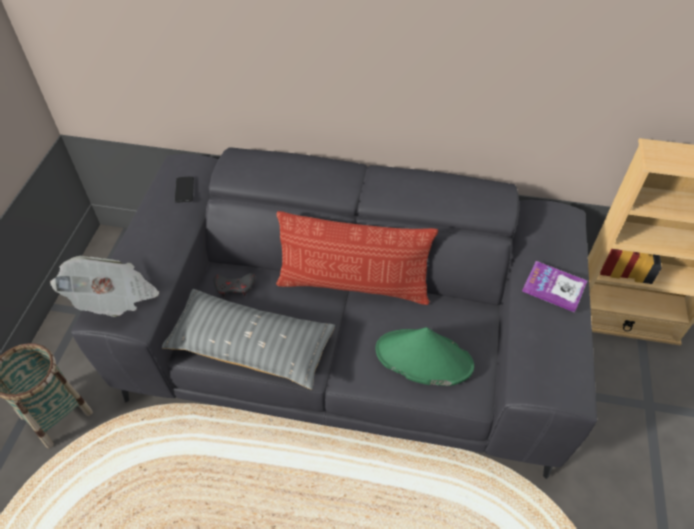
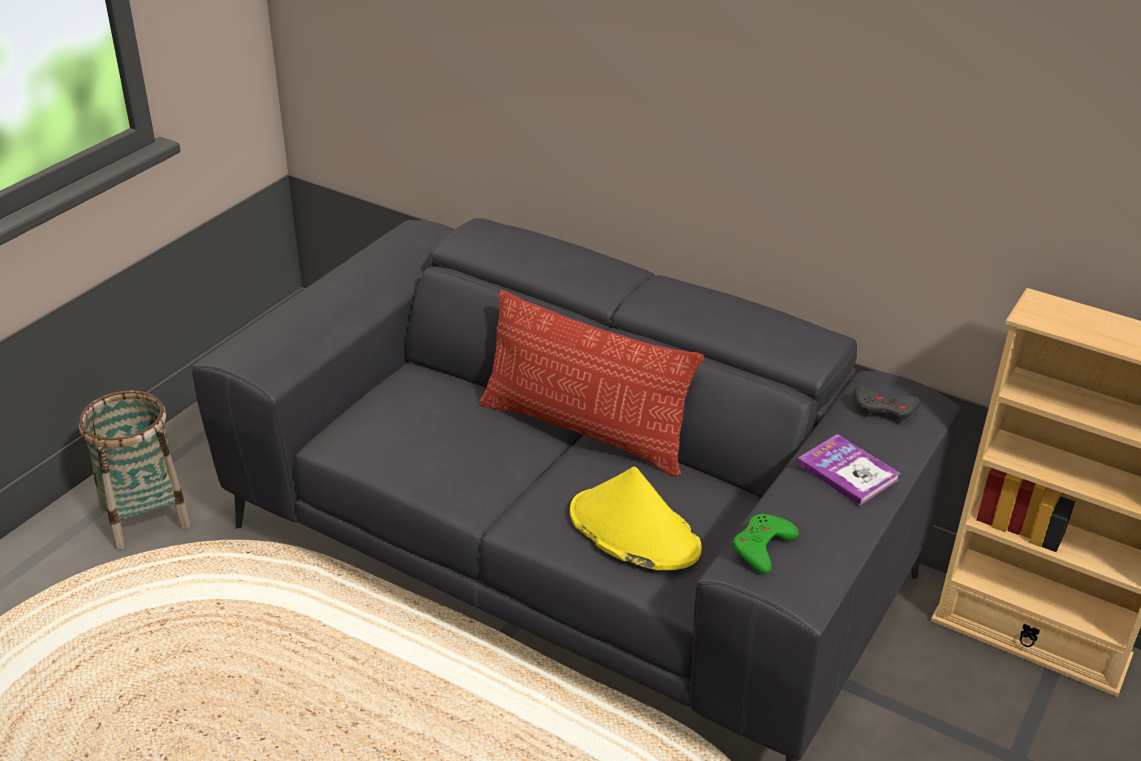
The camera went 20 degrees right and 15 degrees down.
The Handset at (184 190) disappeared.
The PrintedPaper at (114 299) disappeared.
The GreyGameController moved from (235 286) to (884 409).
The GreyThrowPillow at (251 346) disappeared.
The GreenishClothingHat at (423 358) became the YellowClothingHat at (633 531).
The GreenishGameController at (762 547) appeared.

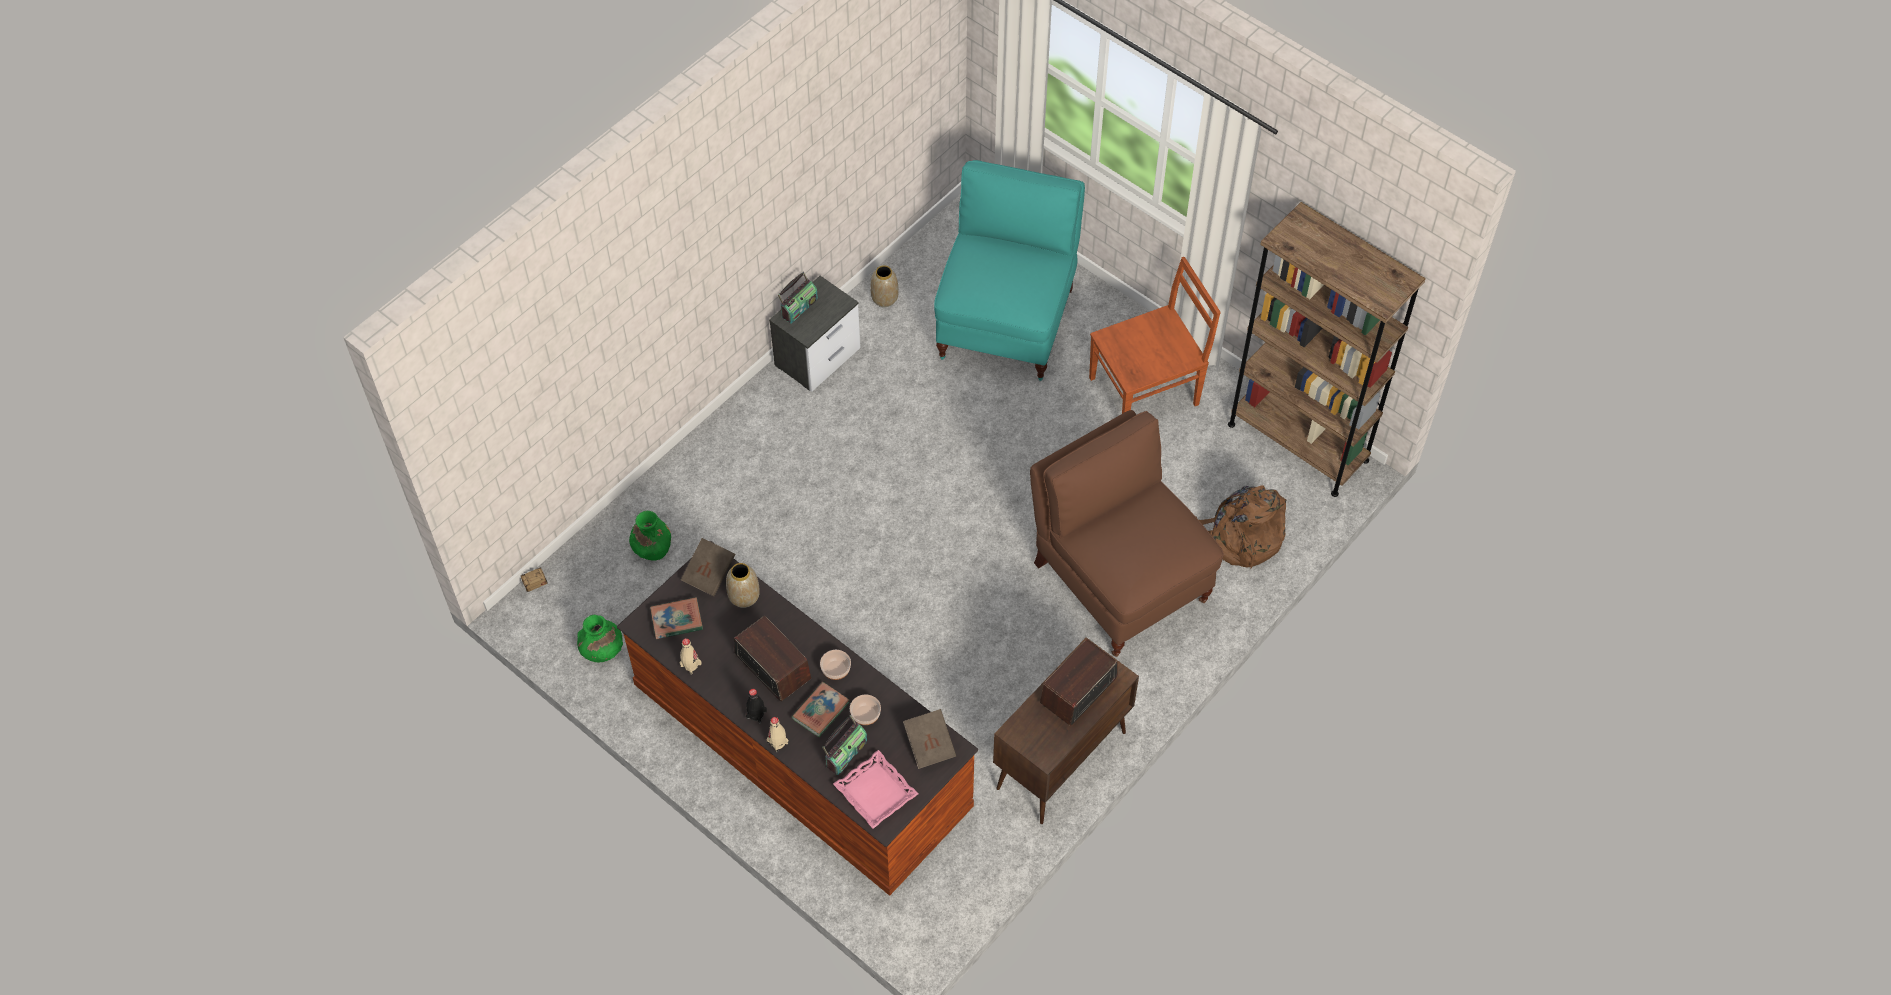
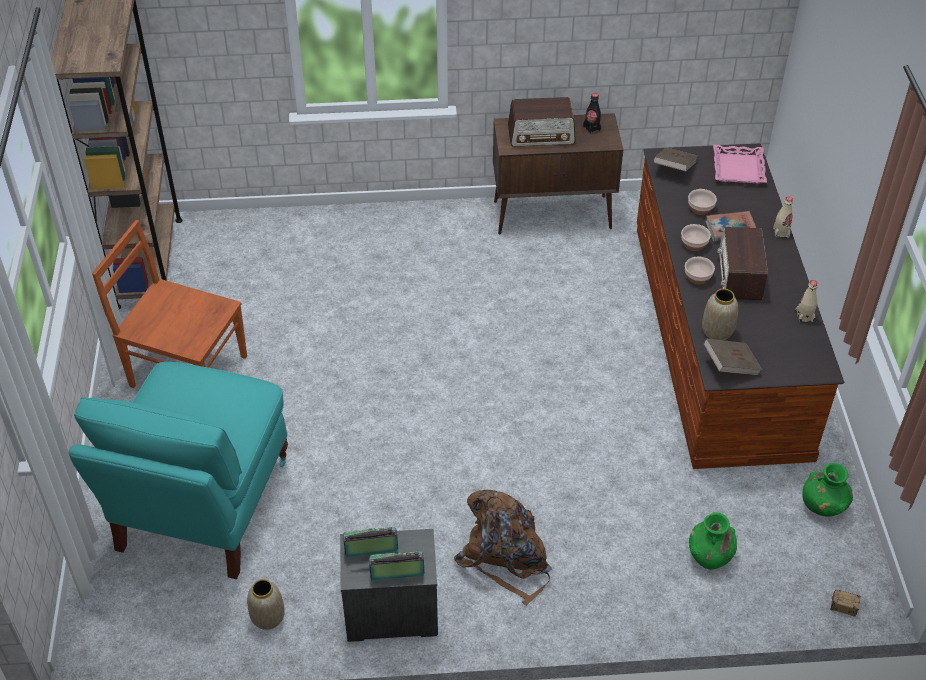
The camera went 135 degrees left and 10 degrees down.
The TurquoiseColouredPlainChair at (1007 321) turned 45 degrees counterclockwise.
The BrownColouredPlainChair at (1119 580) disappeared.
The BrownColouredRucksack moved from (1239 538) to (506 558).
The BoundBook at (676 620) disappeared.
The BlackColouredBottle moved from (756 714) to (592 128).
The RadioReceiver moved from (845 753) to (371 549).
The DeepDish at (698 276) appeared.

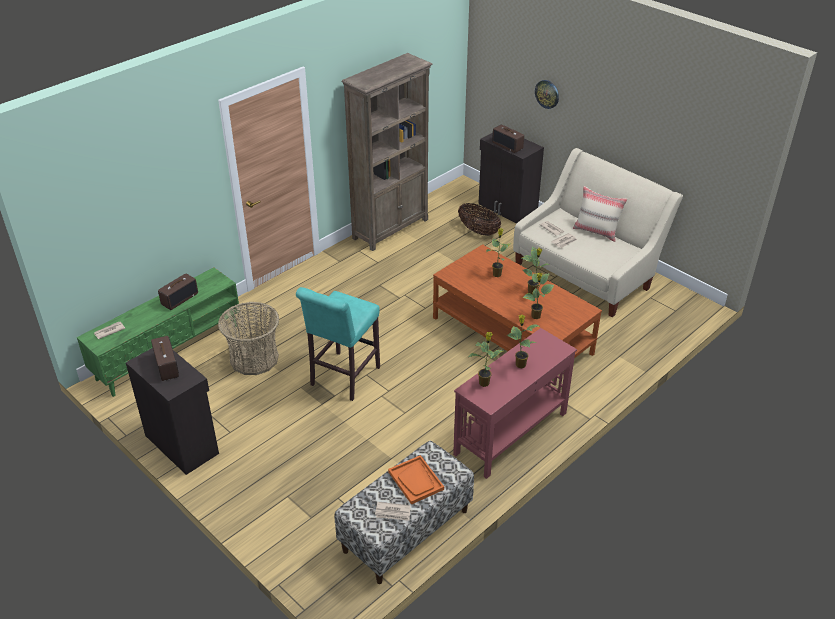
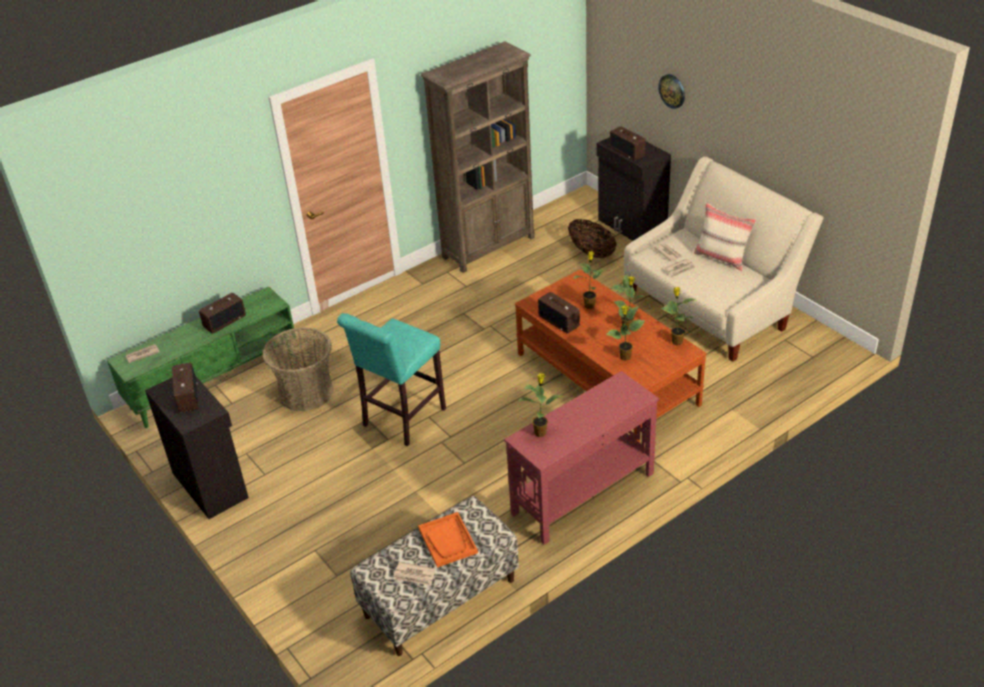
The camera went 10 degrees right and 0 degrees up.
The PottedPlant moved from (520 364) to (676 341).
The RadioReceiver at (559 321) appeared.

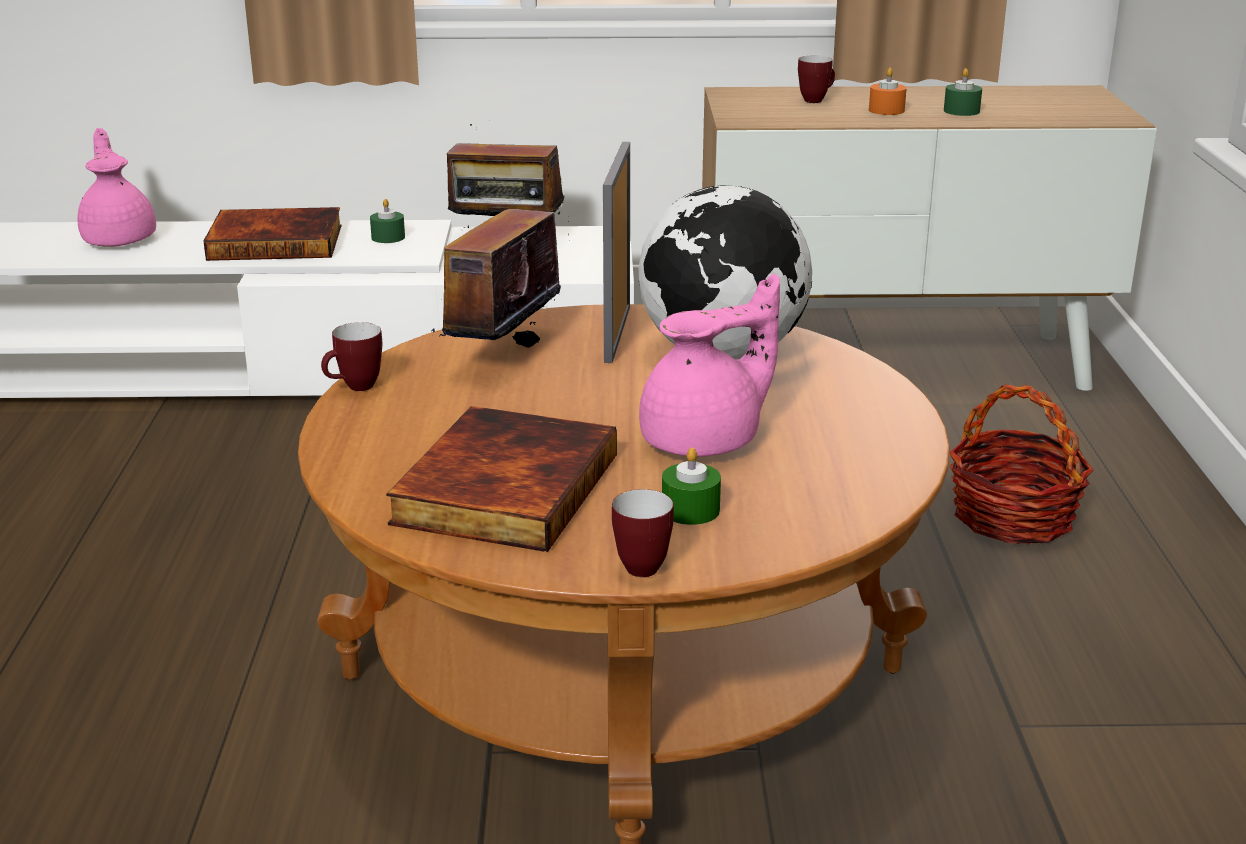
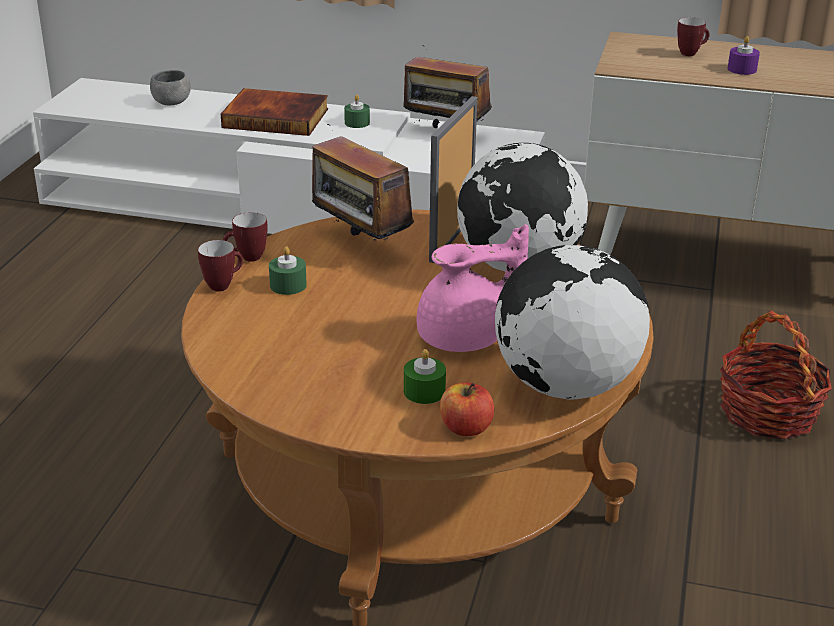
The camera went 15 degrees right and 5 degrees up.
The OrangeWaxLight at (886 110) became the PurplishWaxLight at (742 69).
The GreenishWaxLight moved from (961 111) to (288 285).
The PinkishTeapot at (120 239) was replaced by the GreyDeepDish at (171 102).
The RadioReceiver at (502 355) turned 75 degrees counterclockwise.
The BoundBook at (503 487) disappeared.
The CoffeeMug moved from (646 565) to (223 285).
The DeskGlobe at (565 386) appeared.
The Apple at (466 428) appeared.

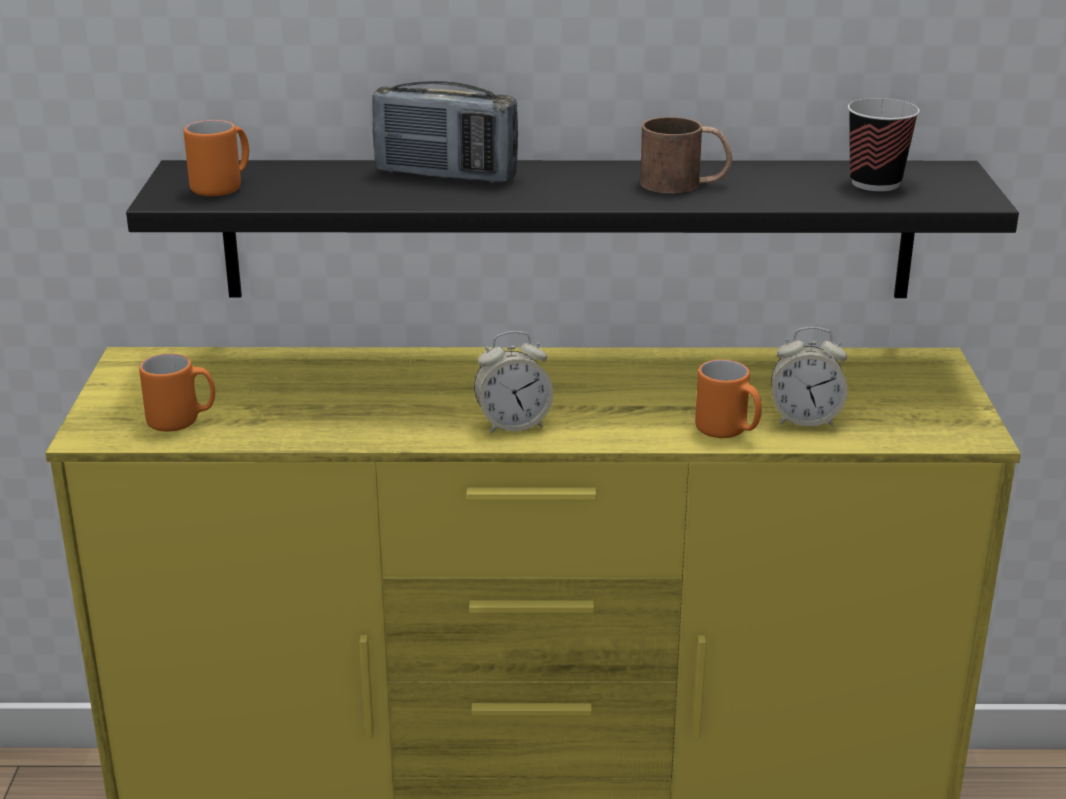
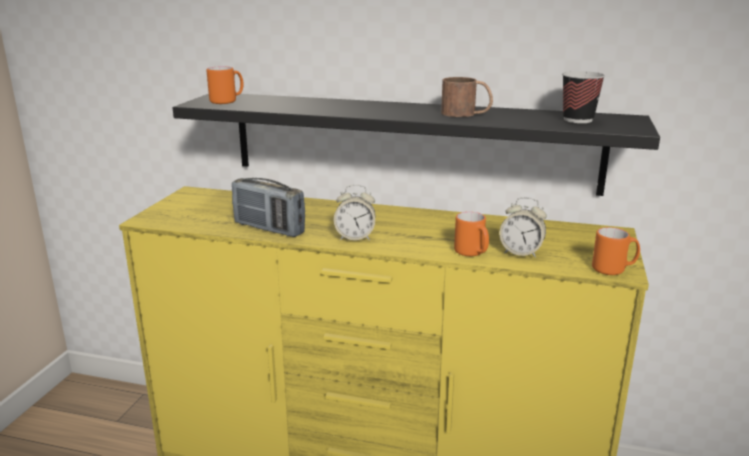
The camera went 15 degrees right and 5 degrees down.
The RadioReceiver moved from (445 175) to (269 228).
The OrangeCoffeeMug moved from (182 421) to (614 270).

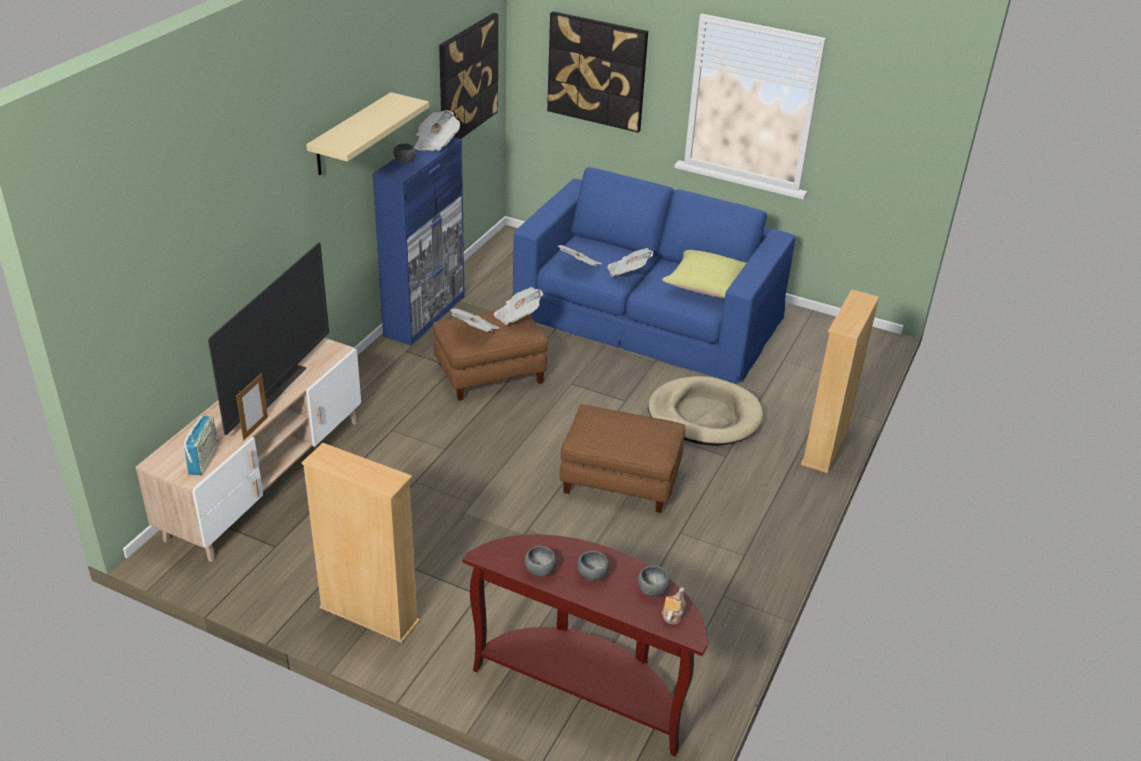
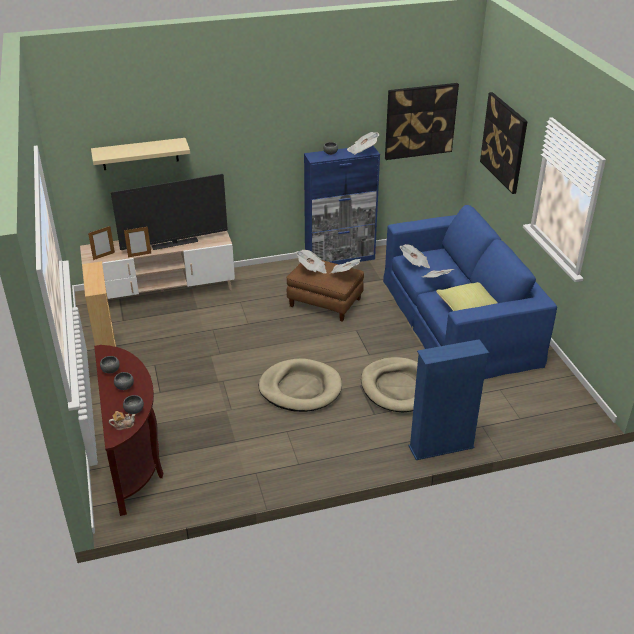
The camera went 50 degrees right and 0 degrees up.
The BeigeWallShelf moved from (351 134) to (140 154).
The BeigeBookcase at (825 446) became the BluishBookcase at (441 447).
The BrownColouredFootrest at (619 480) was replaced by the BeigeDogCushion at (300 388).
The RadioReceiver at (203 459) was replaced by the PictureFrame at (104 256).

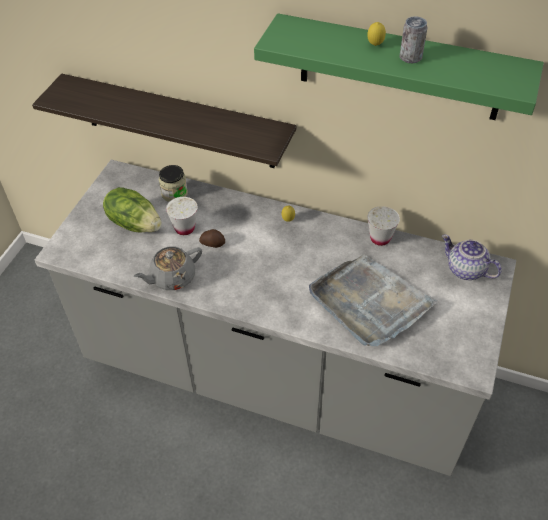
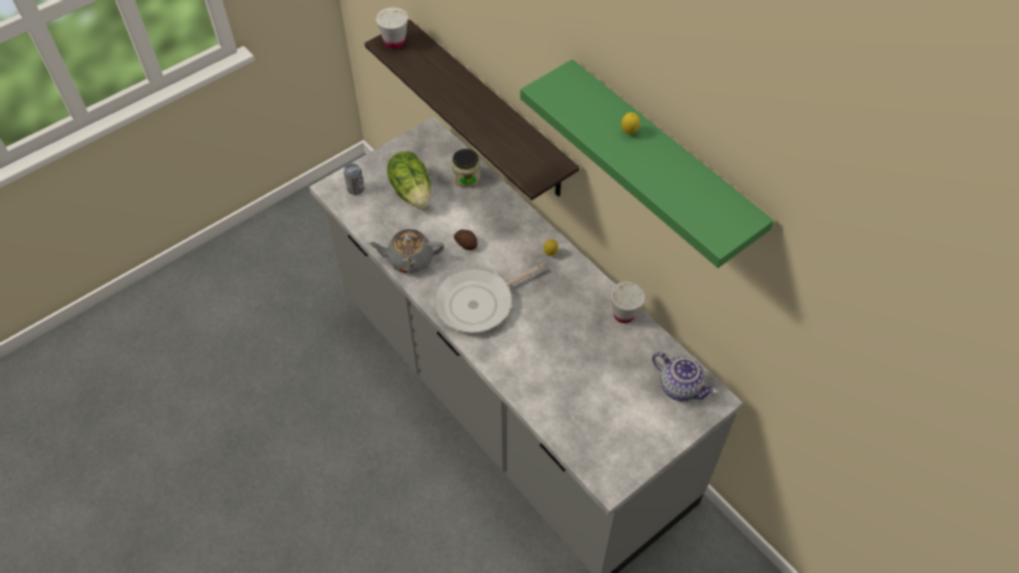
The camera went 30 degrees right and 5 degrees up.
The MetalCan moved from (410 57) to (355 189).
The WhiteColouredDrinkingCup moved from (185 228) to (394 42).
The Teapot at (465 270) turned 150 degrees clockwise.
The GreyServingTray at (369 302) disappeared.
The FryingPan at (478 303) appeared.

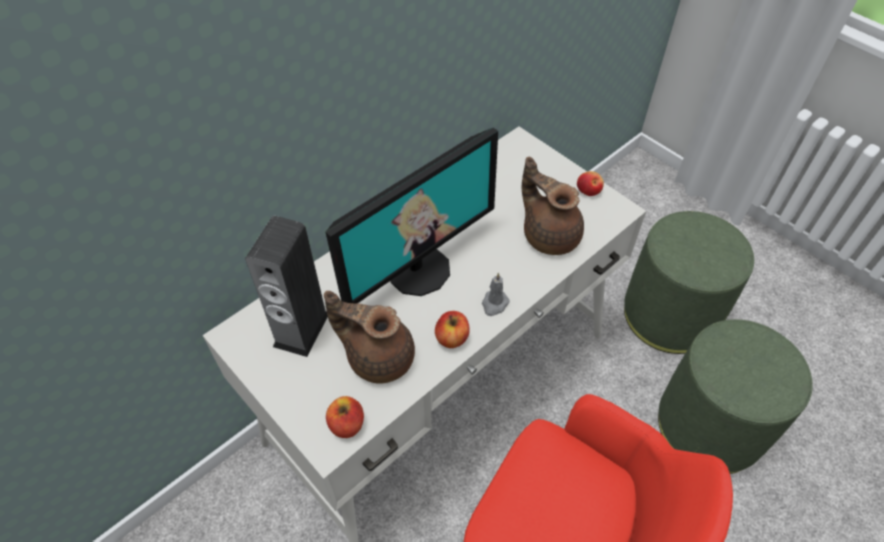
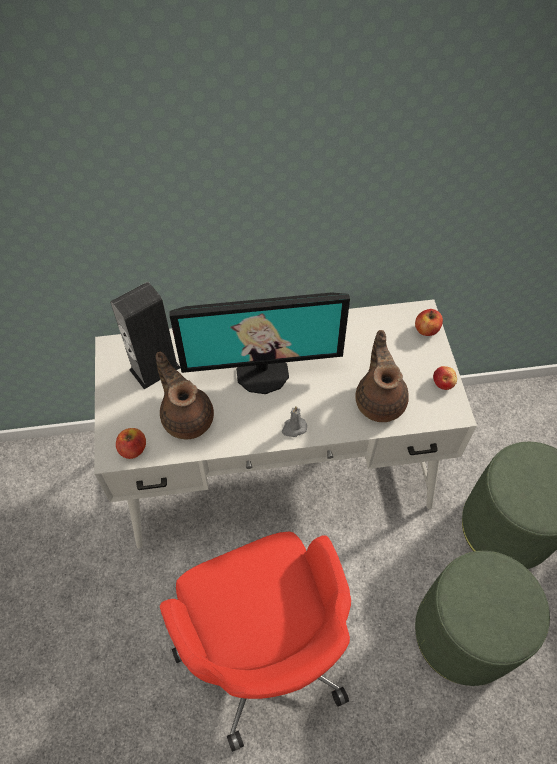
The camera went 35 degrees right and 5 degrees up.
The Apple moved from (452 338) to (426 329).

